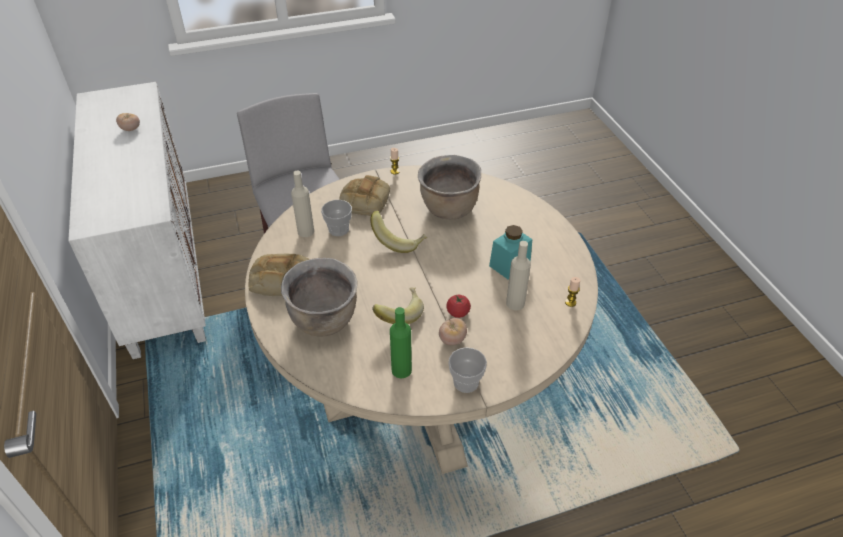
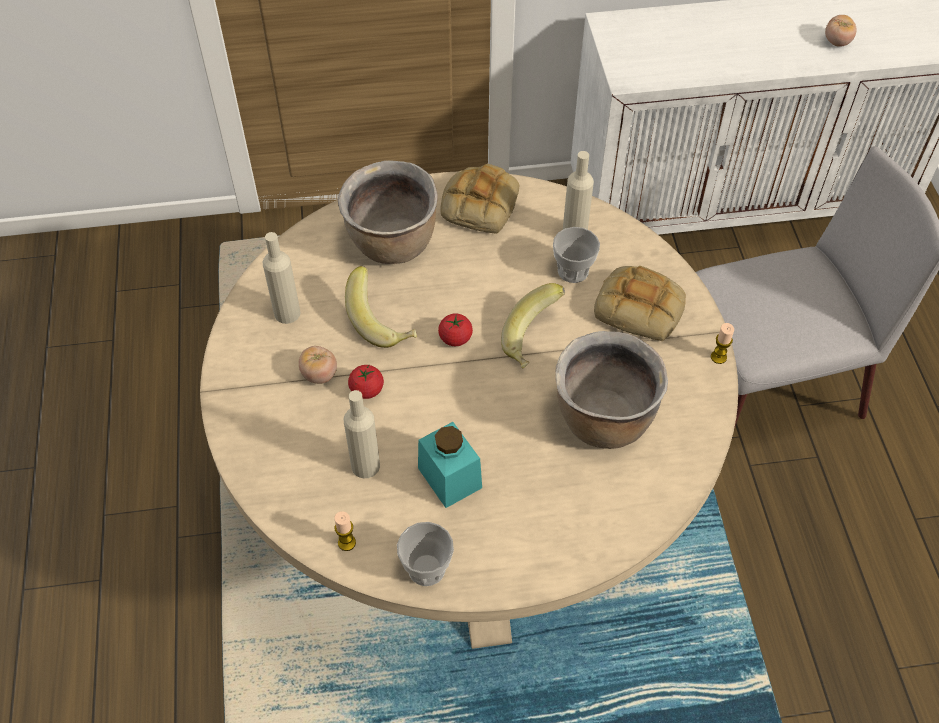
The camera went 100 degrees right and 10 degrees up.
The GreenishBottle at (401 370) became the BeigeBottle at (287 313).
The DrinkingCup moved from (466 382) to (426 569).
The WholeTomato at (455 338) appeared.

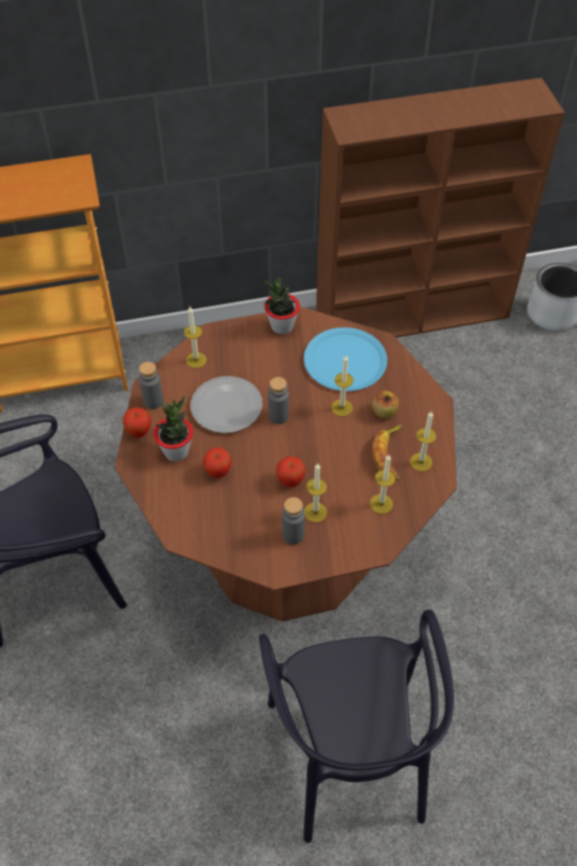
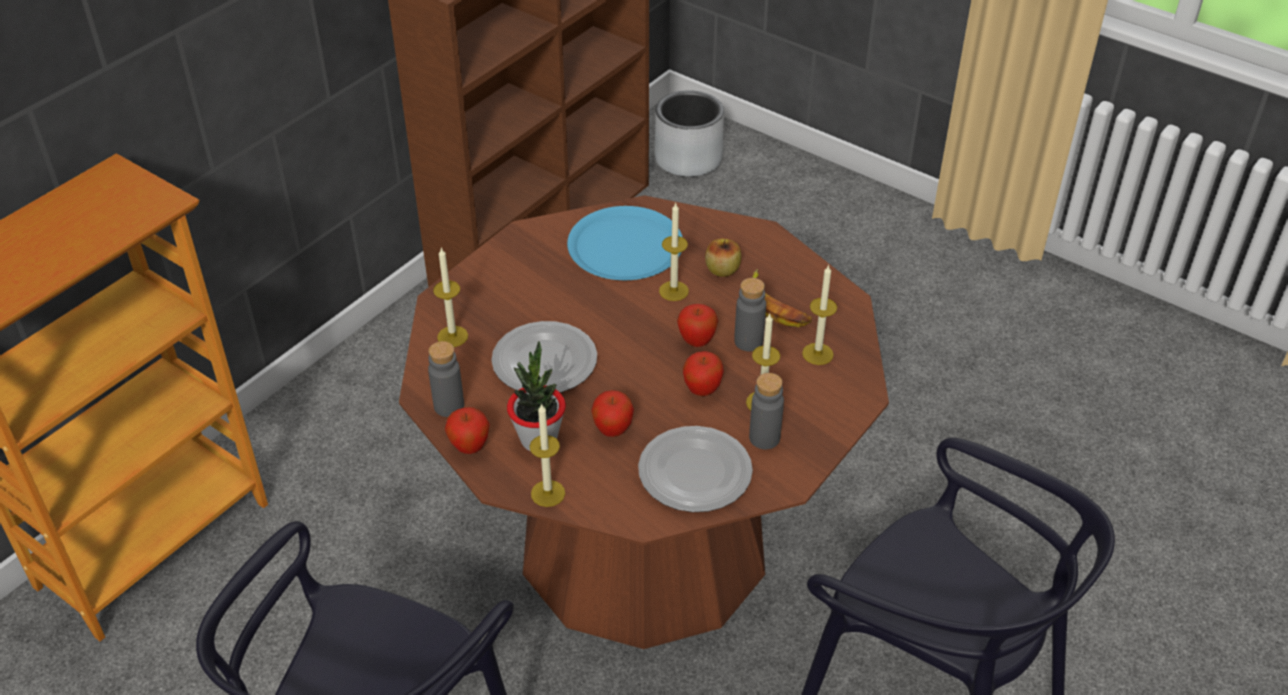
The camera went 40 degrees left and 10 degrees down.
The PottedPlant at (282 326) disappeared.
The GreyBottle moved from (278 416) to (748 341).
The WaxLight moved from (421 462) to (548 493).
The Apple at (696 342) appeared.
The Plate at (694 471) appeared.

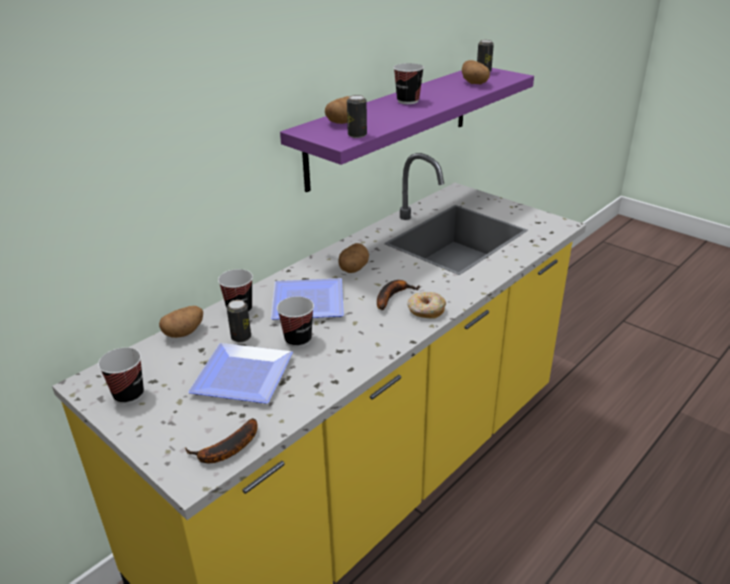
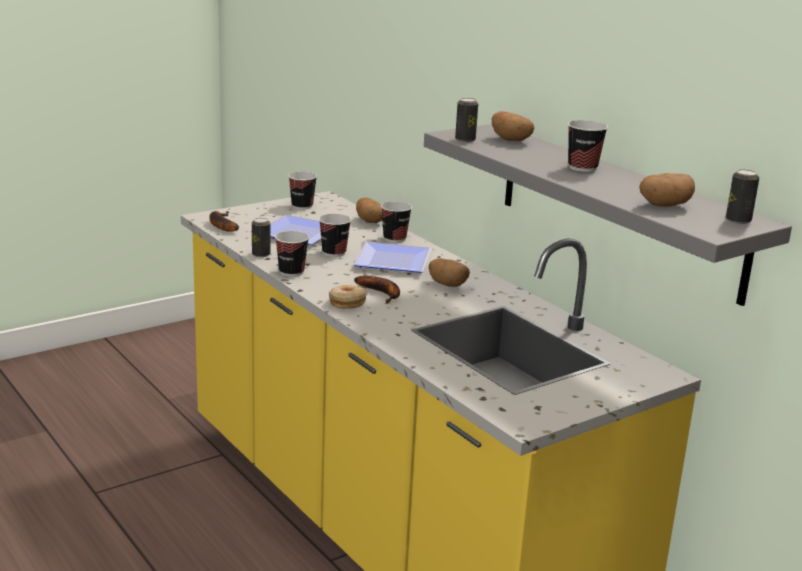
The camera went 100 degrees right and 10 degrees down.
The PurplishWallShelf at (391 125) became the GreyWallShelf at (617 208).
The MetalCan moved from (241 337) to (261 254).
The DrinkingCup at (291 272) appeared.

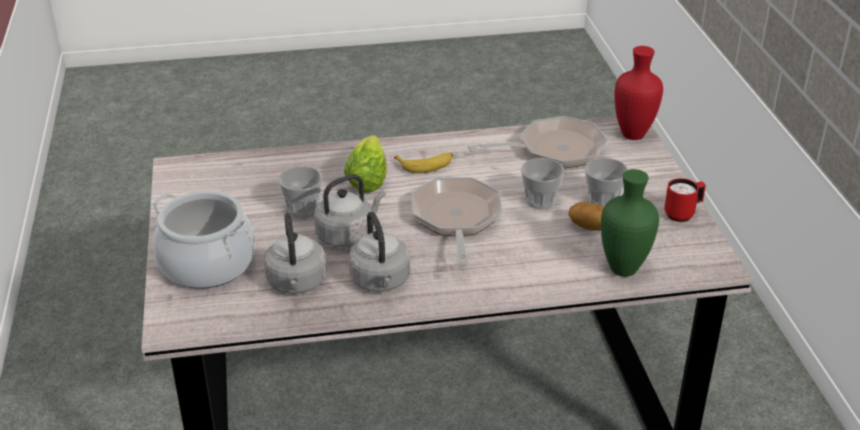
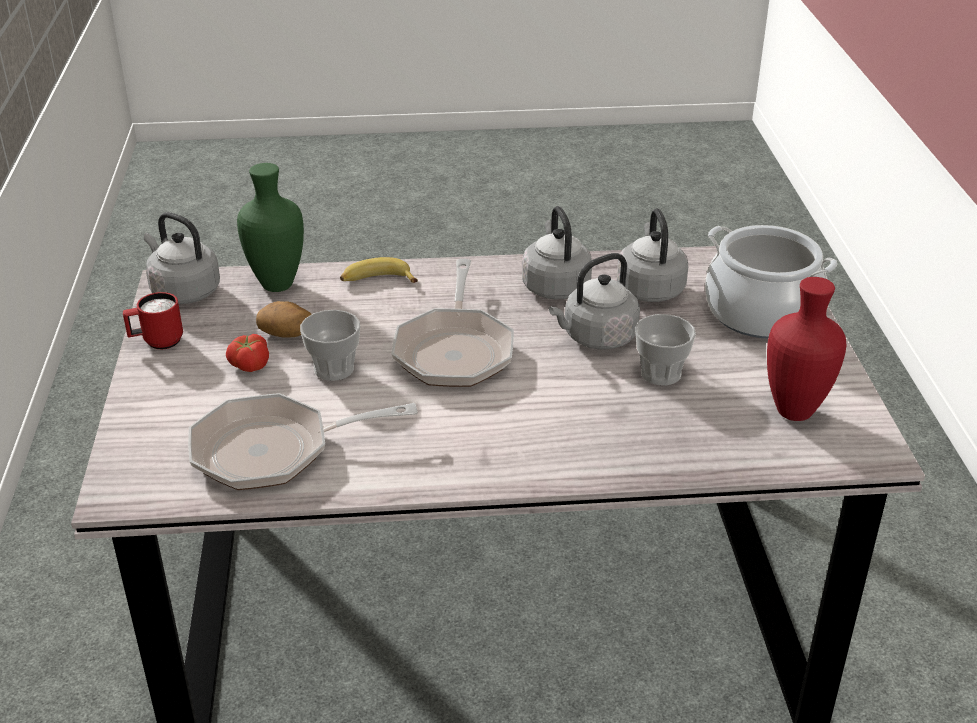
The camera went 175 degrees left and 0 degrees up.
The RedFlowerVase moved from (631 134) to (796 413).
The HeadOfLettuce at (369 177) disappeared.
The BananaFruit moved from (426 165) to (377 280).
The DrinkingCup at (603 201) was replaced by the WholeTomato at (249 365).
The GreyKettle at (183 291) appeared.

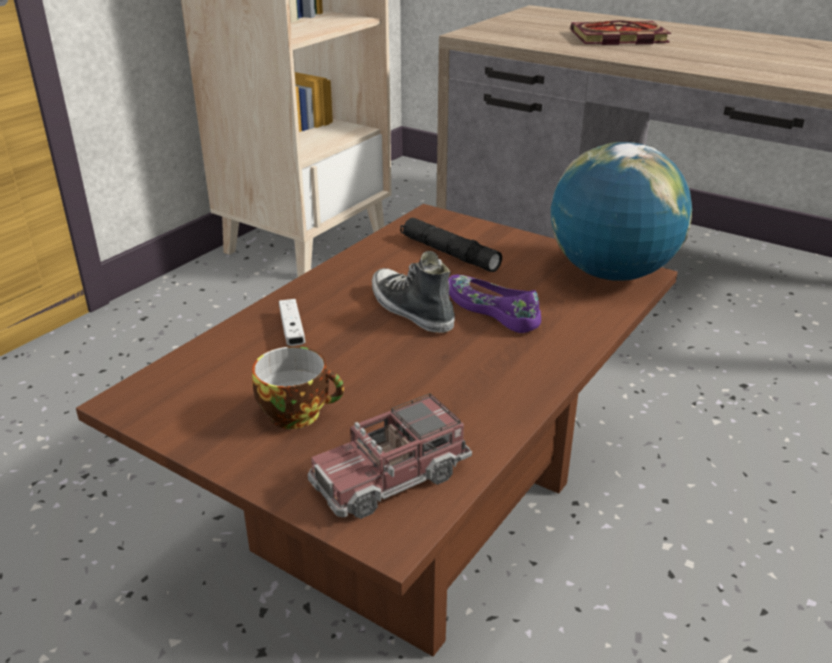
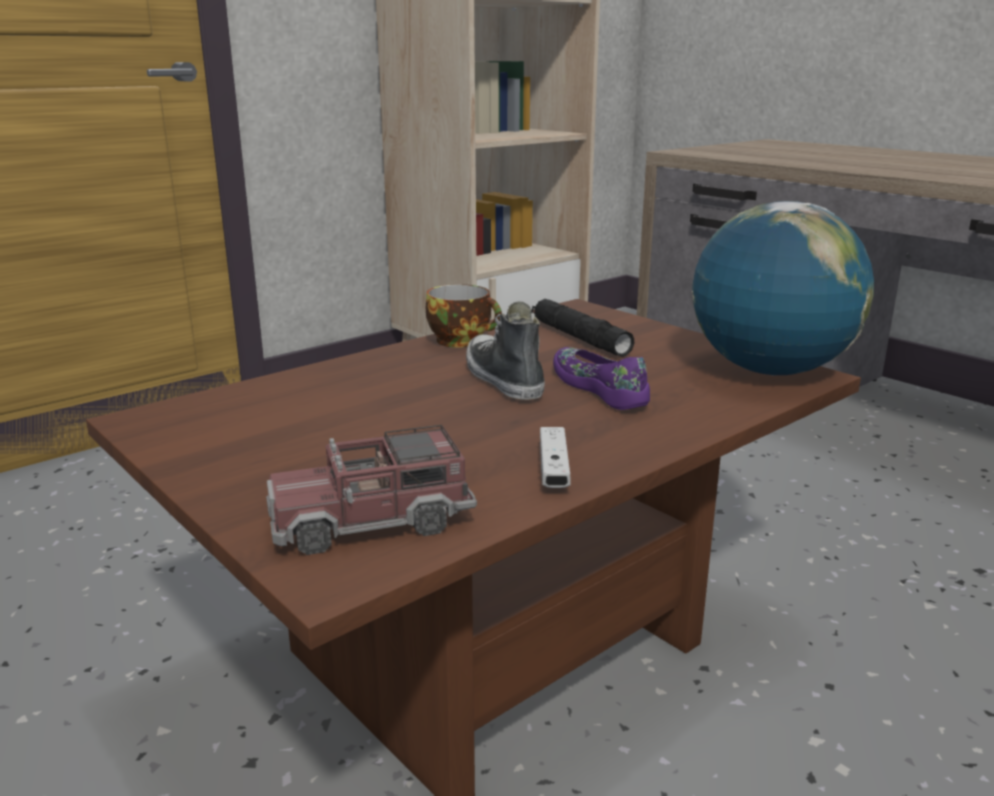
The camera went 15 degrees right and 10 degrees down.
The BoundBook at (617 38) disappeared.
The WhiteColouredGameController moved from (292 330) to (553 469).
The DrinkingCup moved from (298 412) to (463 341).

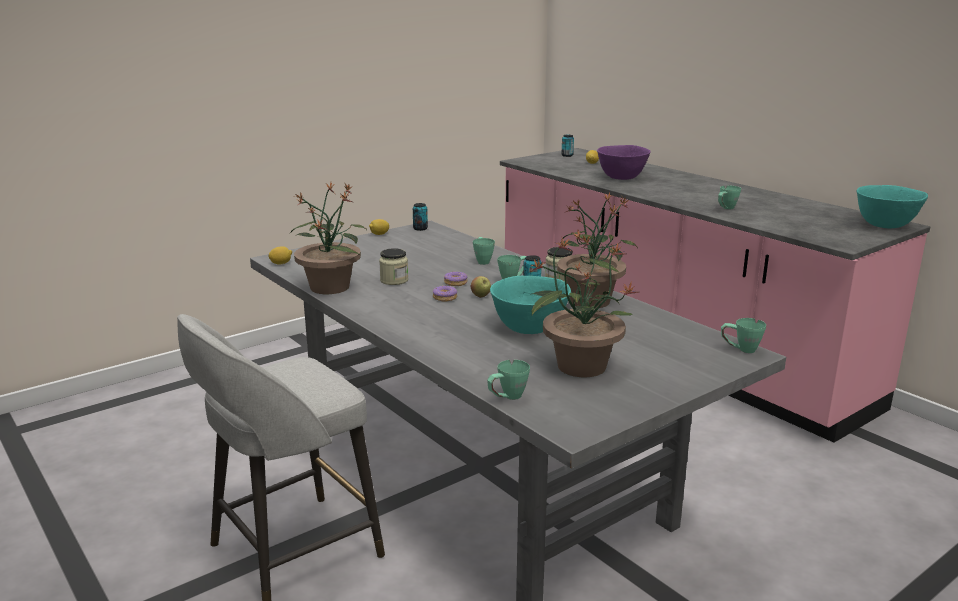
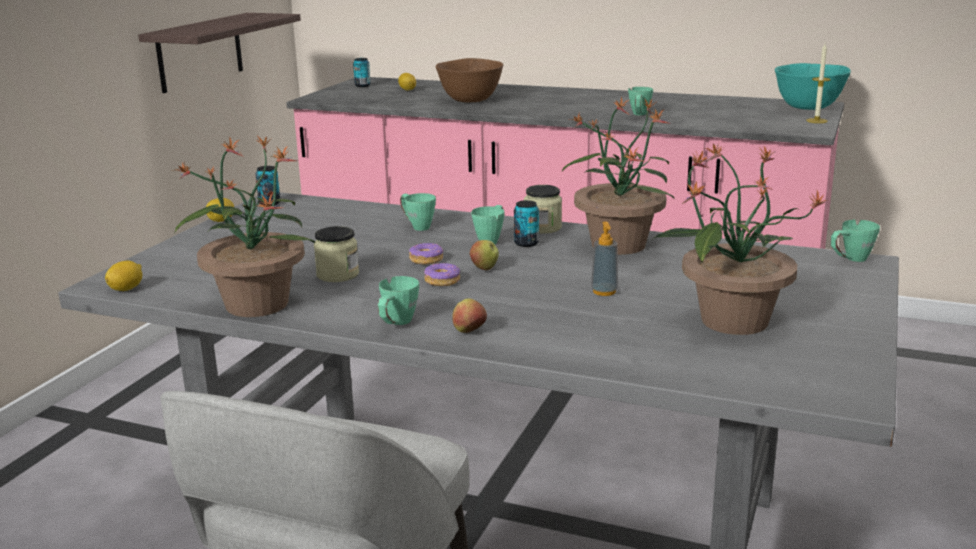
The camera went 30 degrees left and 0 degrees up.
The PurplishDeepDish at (622 177) became the BrownColouredDeepDish at (470 100).
The TurquoiseColouredDeepDish at (530 328) was replaced by the SoapBottle at (604 291).
The GreenishCoffeeMug moved from (507 398) to (396 324).
The WallShelf at (200 52) appeared.
The WaxLight at (816 121) appeared.
The Apple at (469 332) appeared.

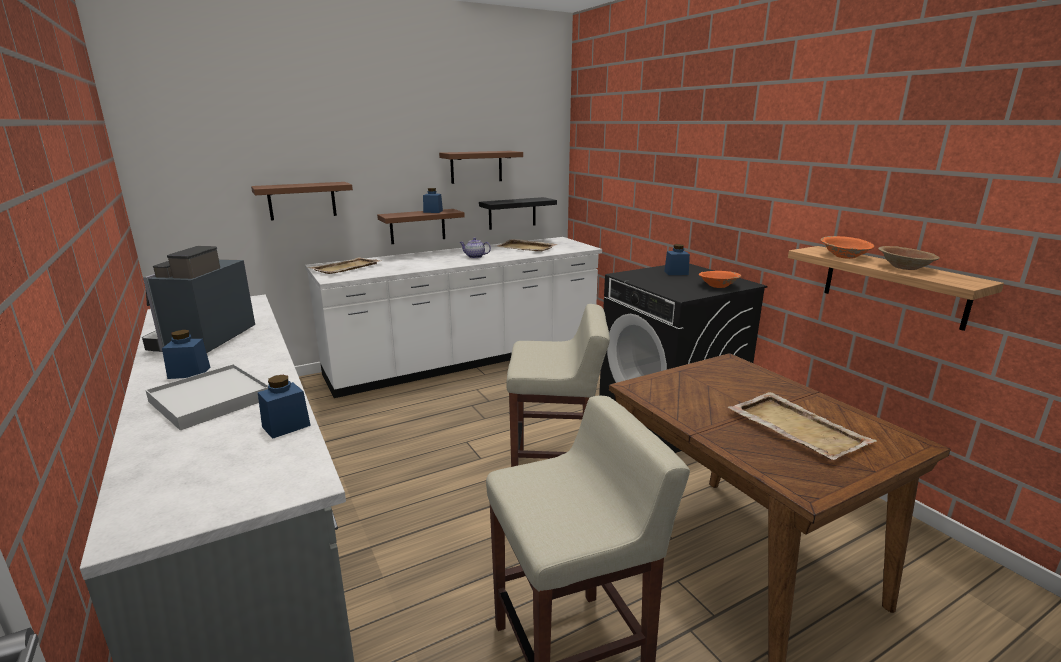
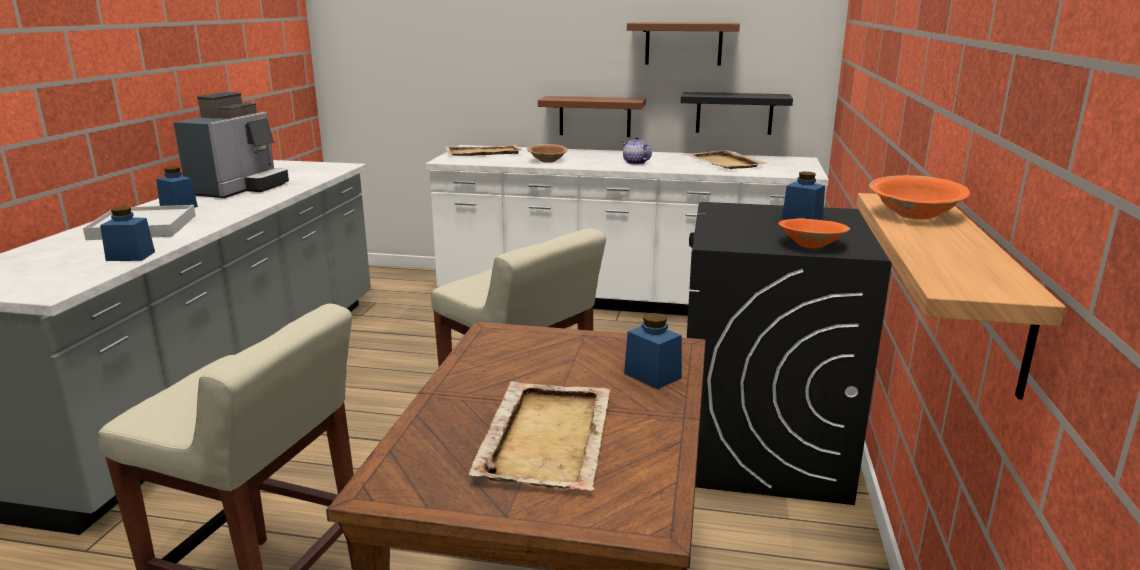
The camera went 40 degrees right and 0 degrees up.
The BrownColouredWallShelf at (302 201) disappeared.
The BluishPreserveJar moved from (433 211) to (652 376).
The CoffeeBrewer at (204 341) turned 150 degrees clockwise.
The BrownColouredDeepDish moved from (904 267) to (547 161).

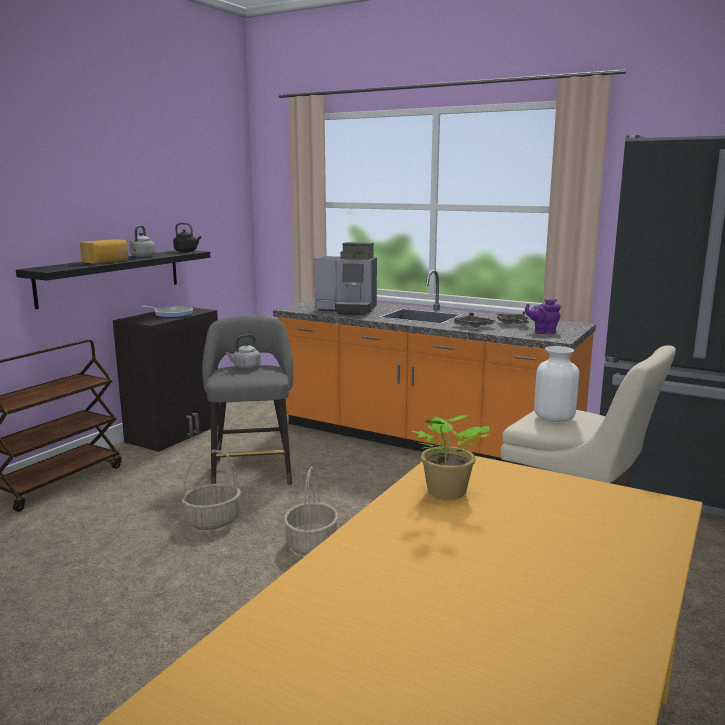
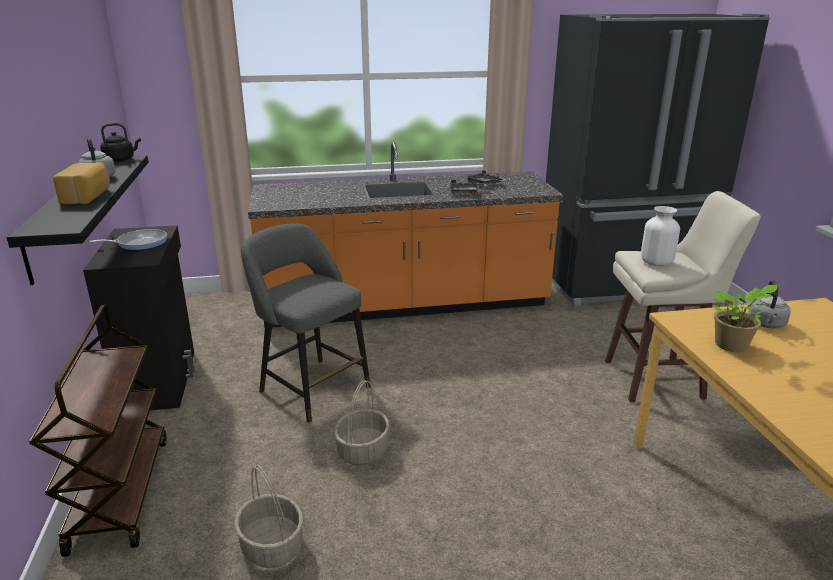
The camera went 40 degrees left and 10 degrees up.
The CoffeeBrewer at (348 310) disappeared.
The PurplishTeapot at (543 332) disappeared.
The GreyKettle moved from (245 367) to (766 324).
The HouseholdBasket moved from (312 544) to (273 547).

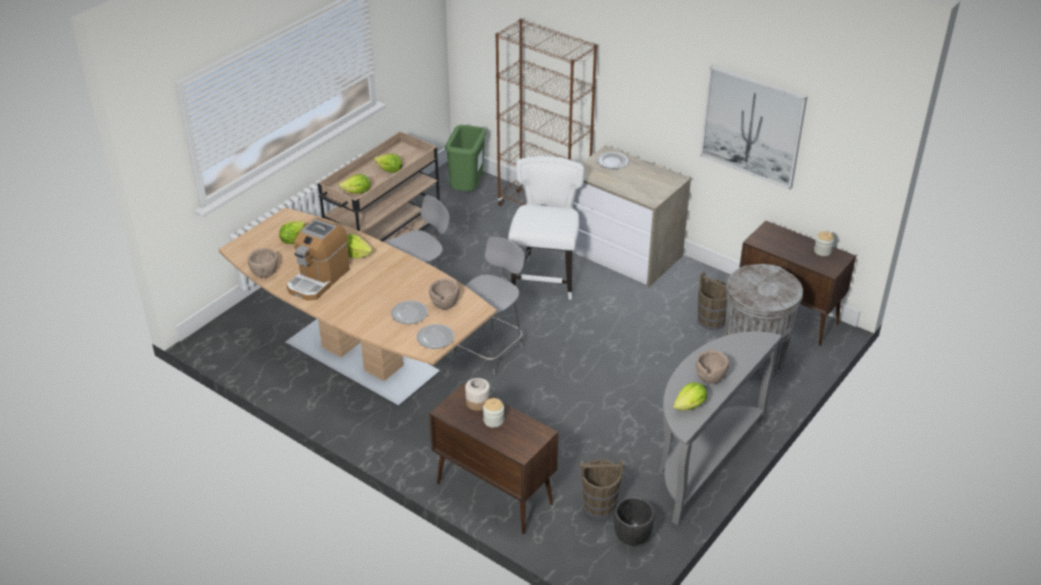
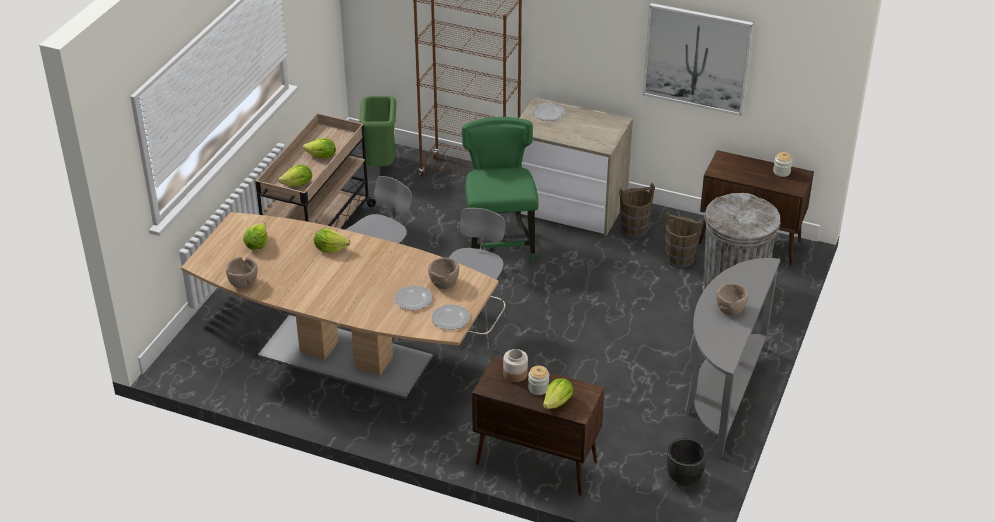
The camera went 15 degrees left and 0 degrees up.
The WhiteColouredPlainChair at (545 278) became the GreenishPlainChair at (500 243).
The CoffeeBrewer at (318 279) disappeared.
The HeadOfLettuce moved from (690 406) to (557 403).
The BrownColouredPail moved from (599 505) to (634 229).

